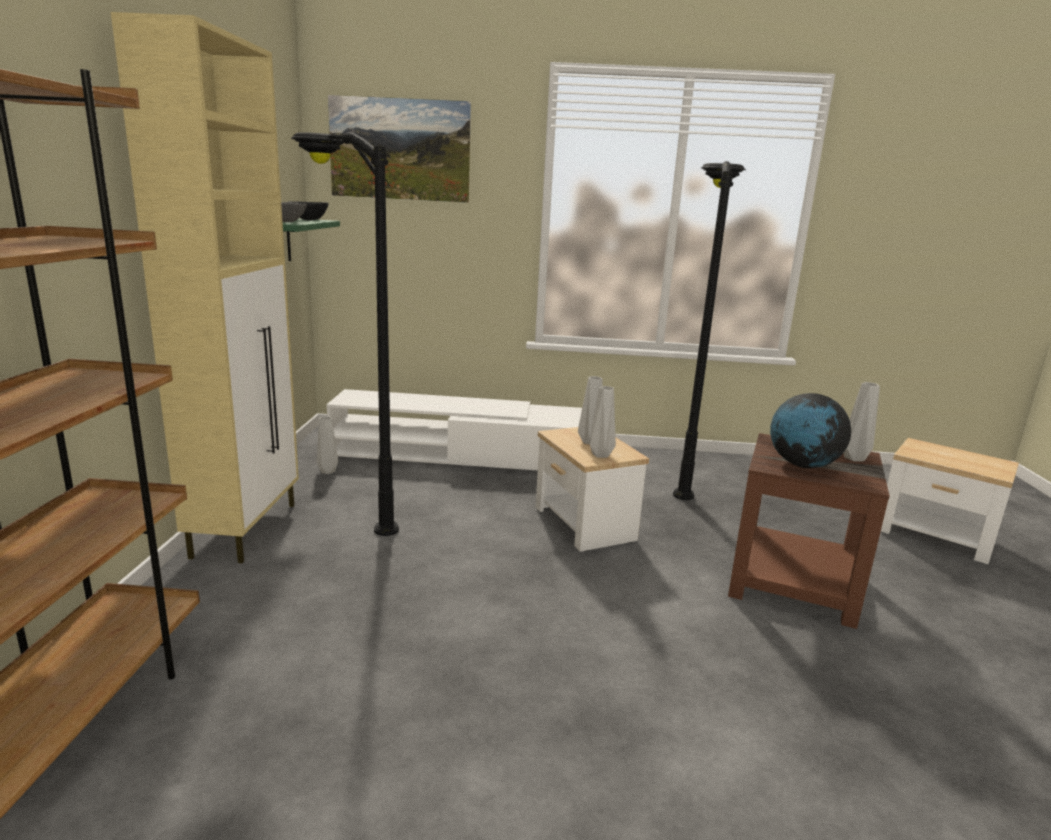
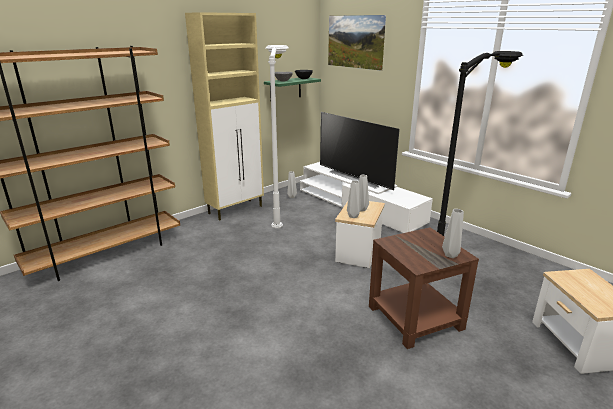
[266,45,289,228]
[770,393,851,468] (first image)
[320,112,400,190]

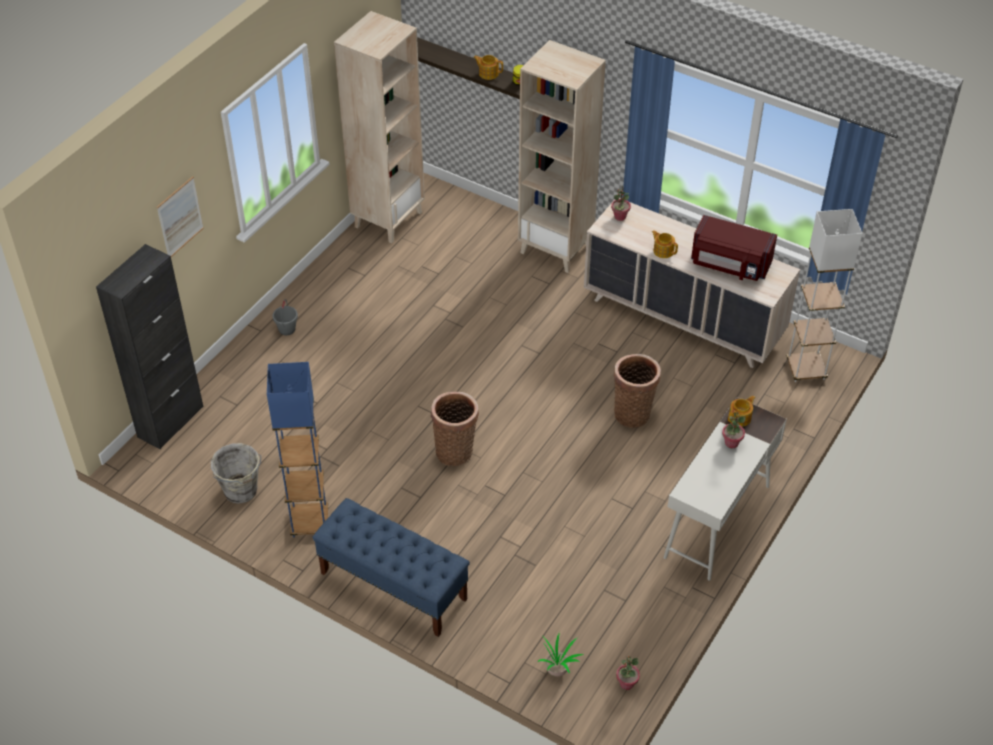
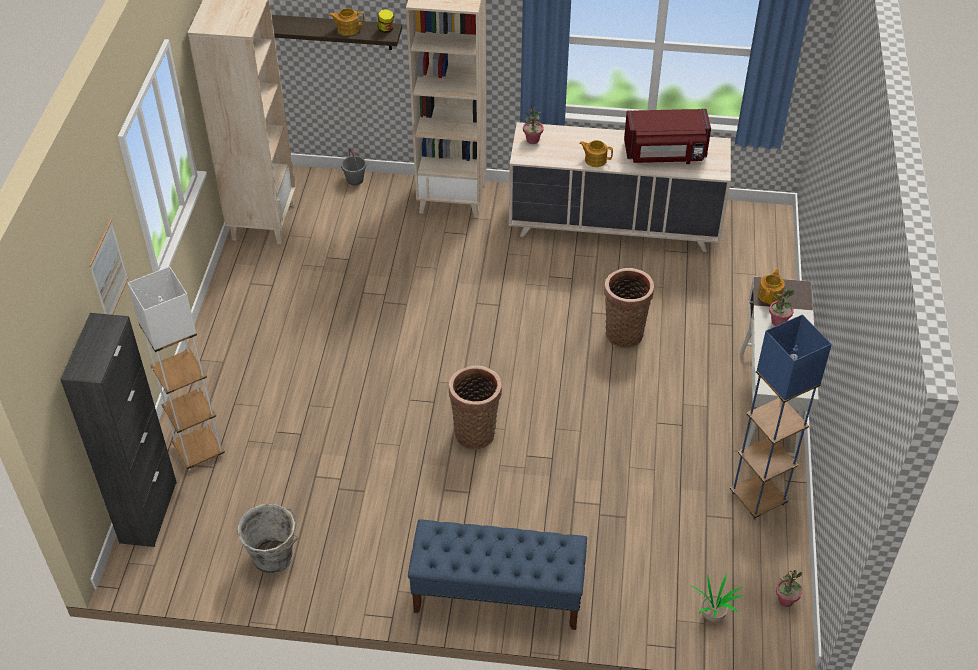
[730,314,832,520]
[341,148,366,185]
[128,266,225,471]

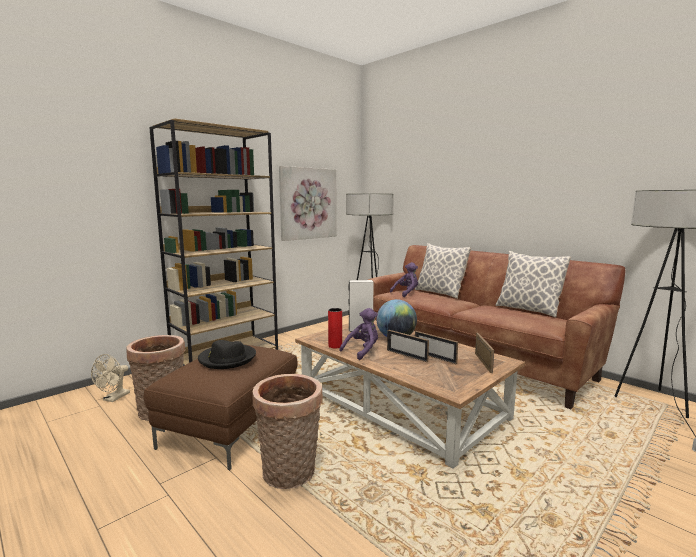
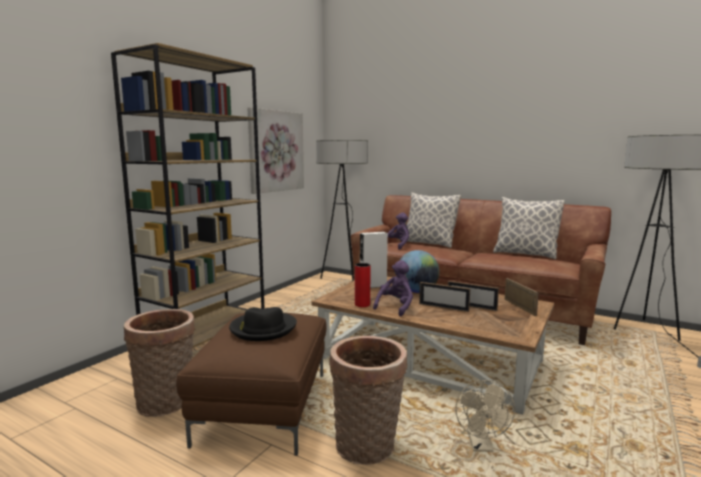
[455,380,515,452]

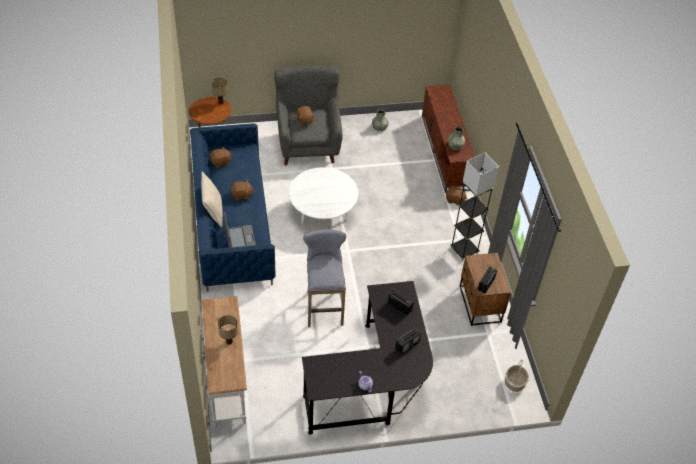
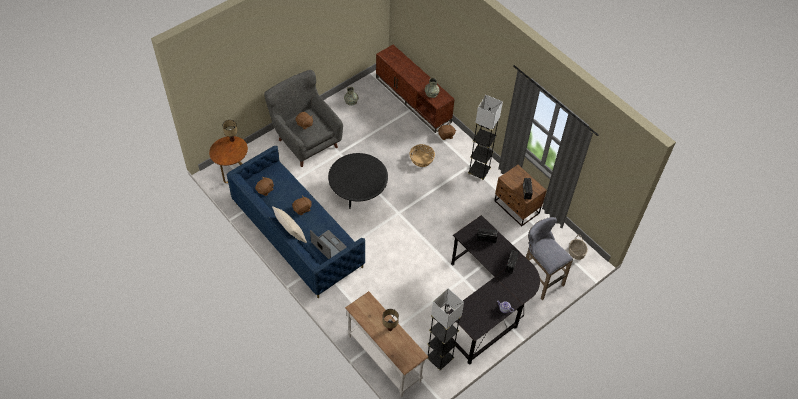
[328,153,388,209]
[526,217,573,300]
[410,144,435,167]
[427,288,464,371]

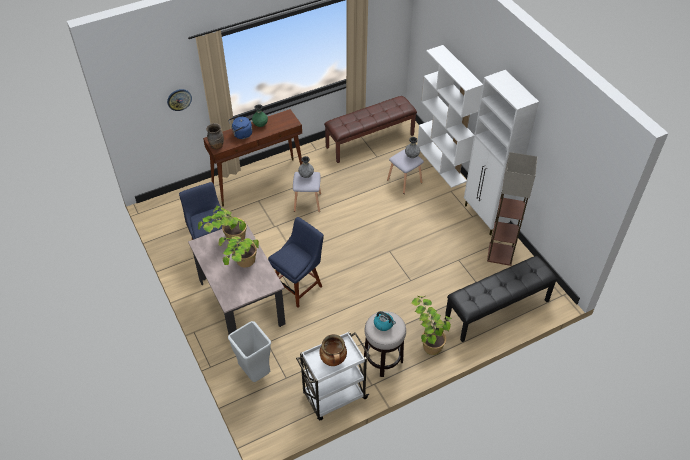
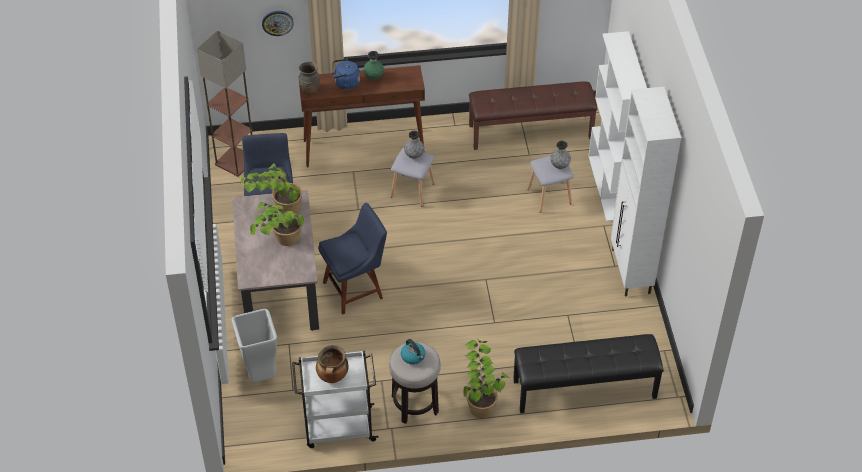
[197,30,252,177]

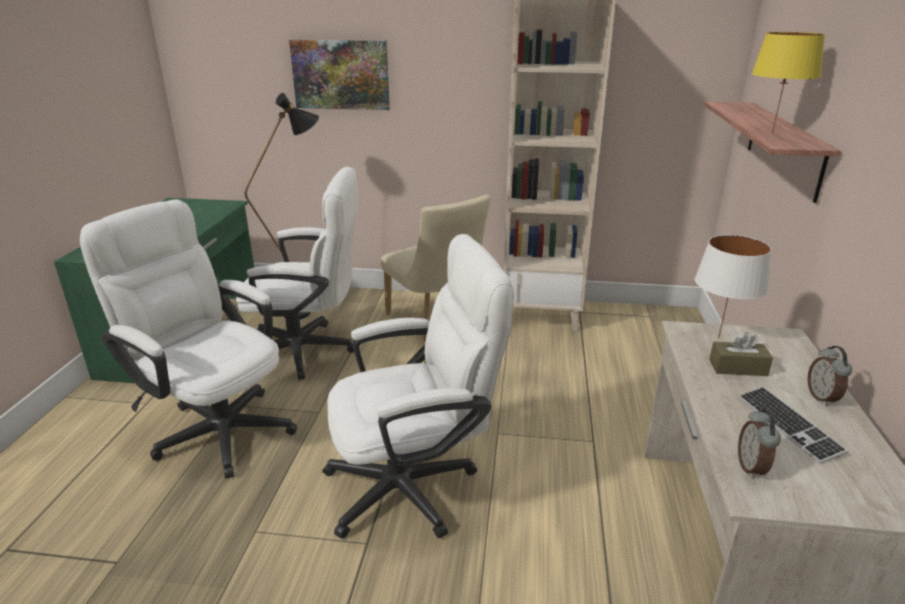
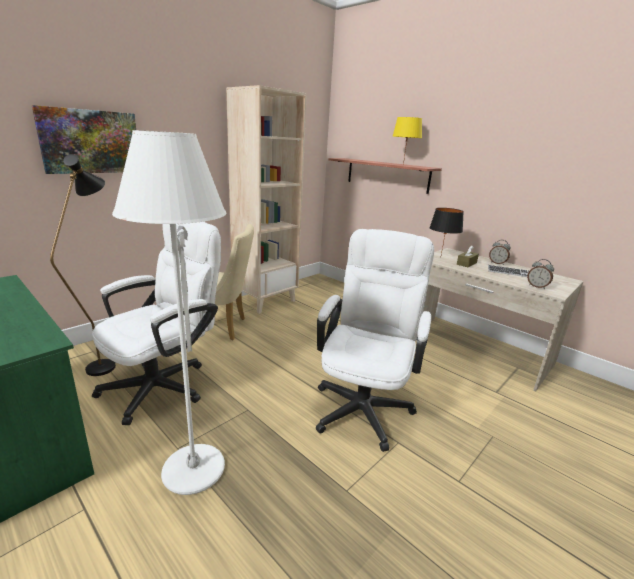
[112,130,227,495]
[429,208,464,258]

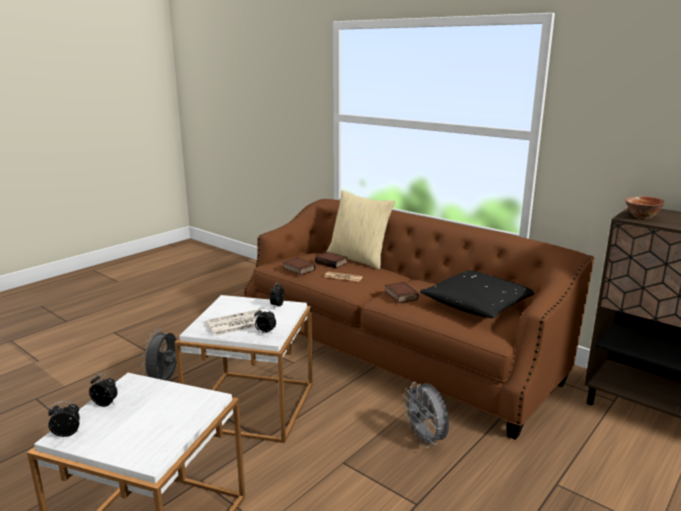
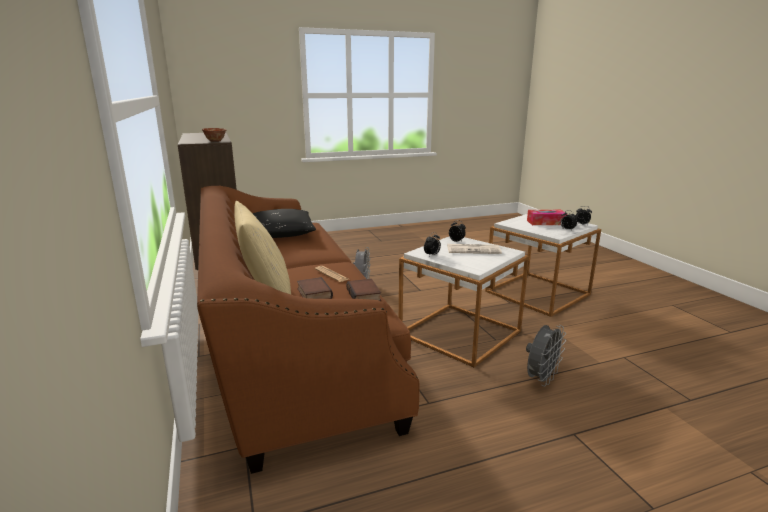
[385,282,419,303] (first image)
[527,210,567,225]

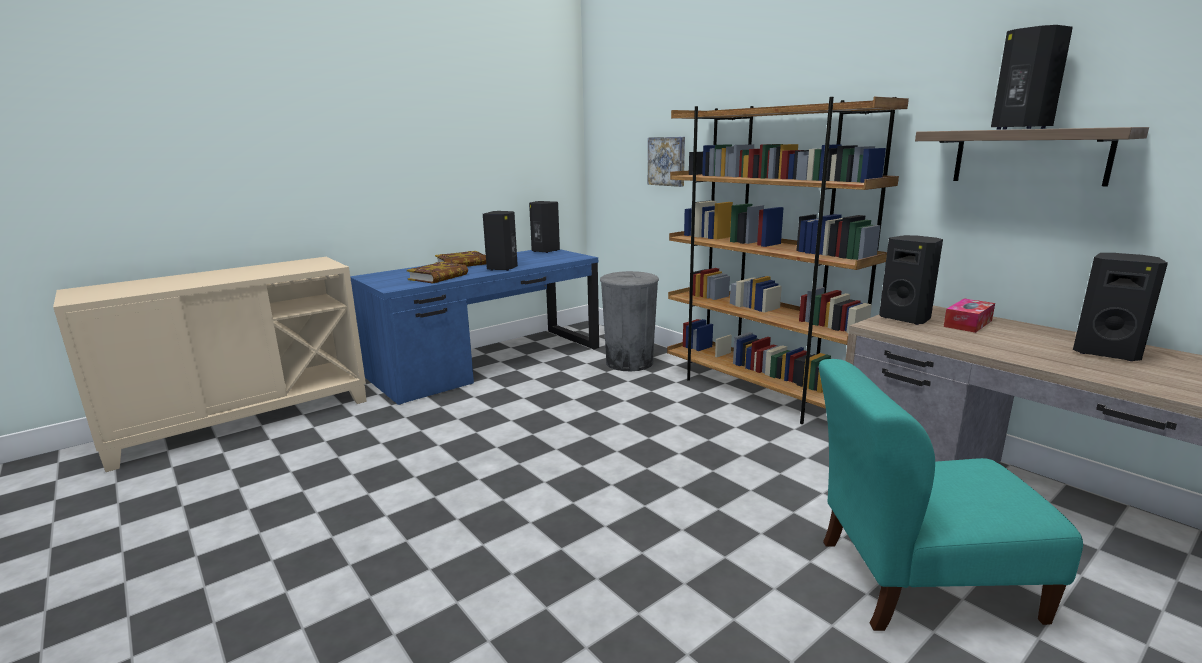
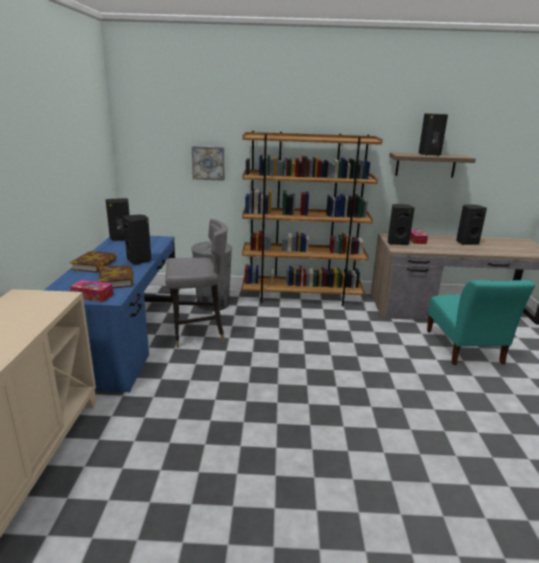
[427,280,535,365]
[70,280,113,302]
[165,219,228,348]

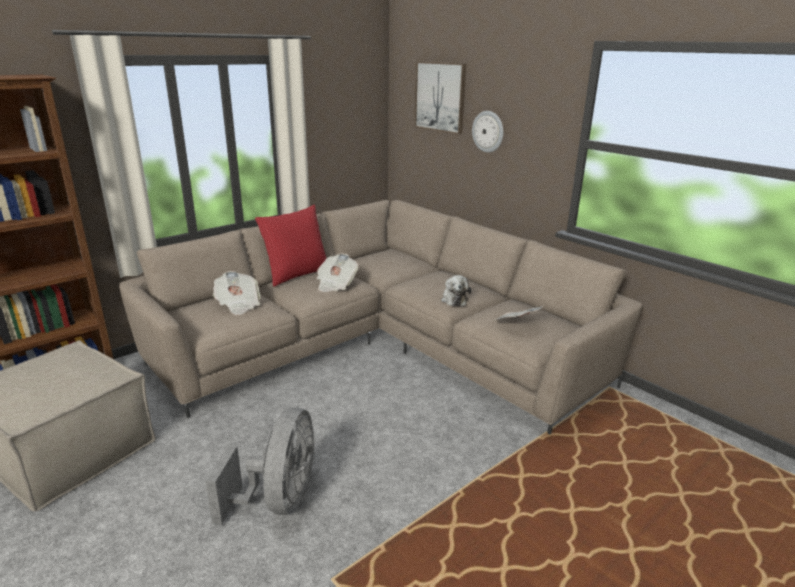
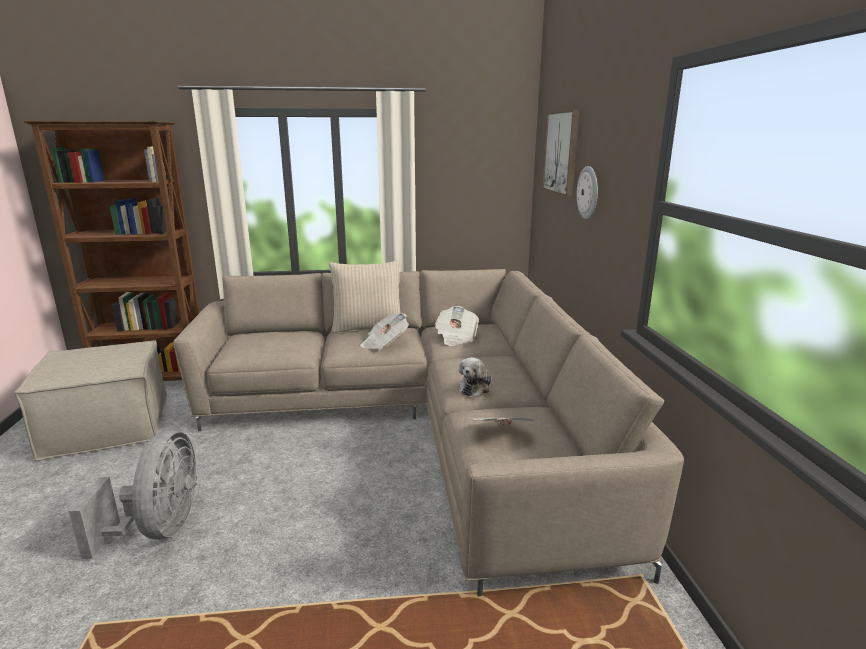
[69,430,197,559]
[435,306,479,346]
[329,260,401,333]

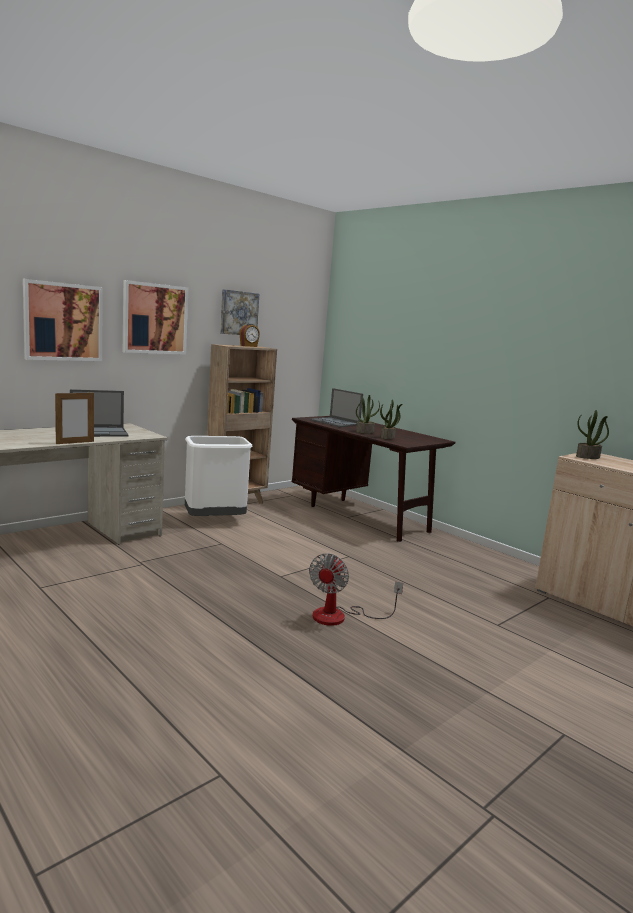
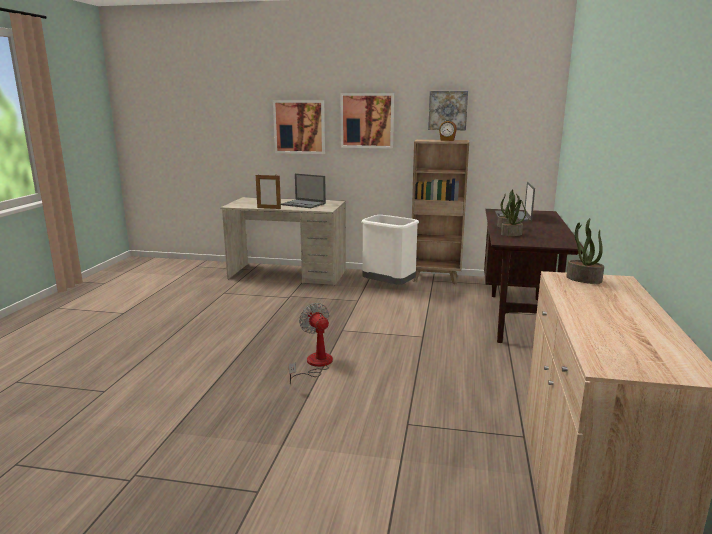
[289,303,333,384]

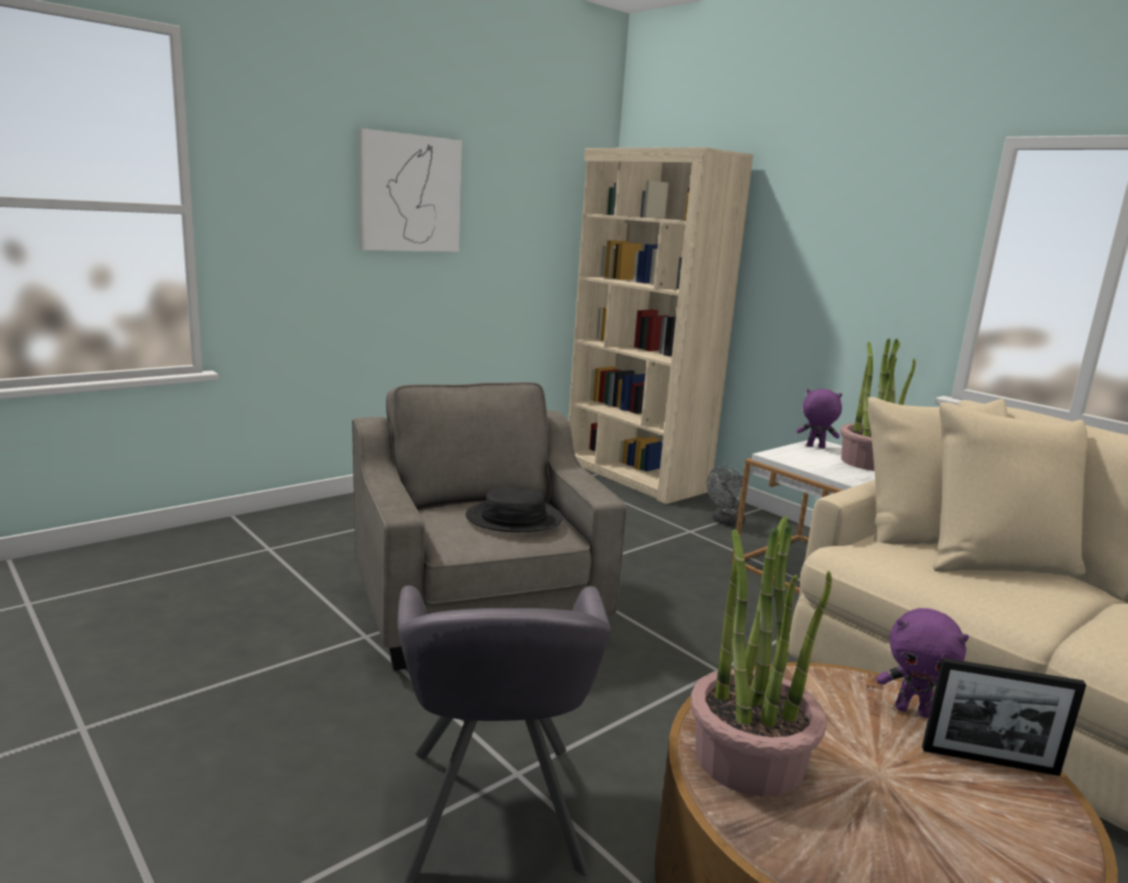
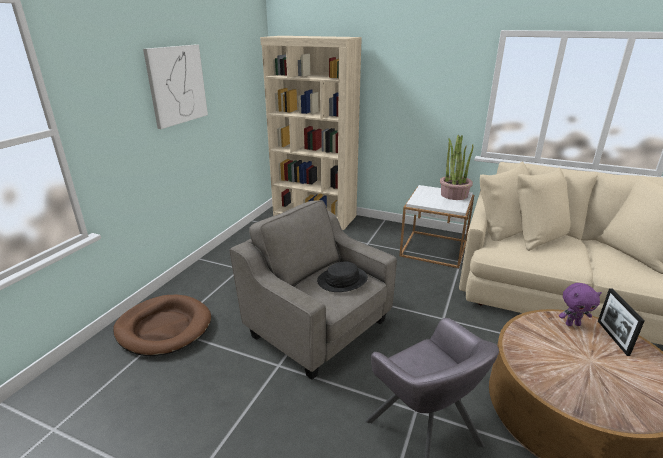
[691,516,832,797] (first image)
[706,466,745,526] (first image)
[797,389,842,448] (first image)
[598,288,644,356]
[113,295,211,356]

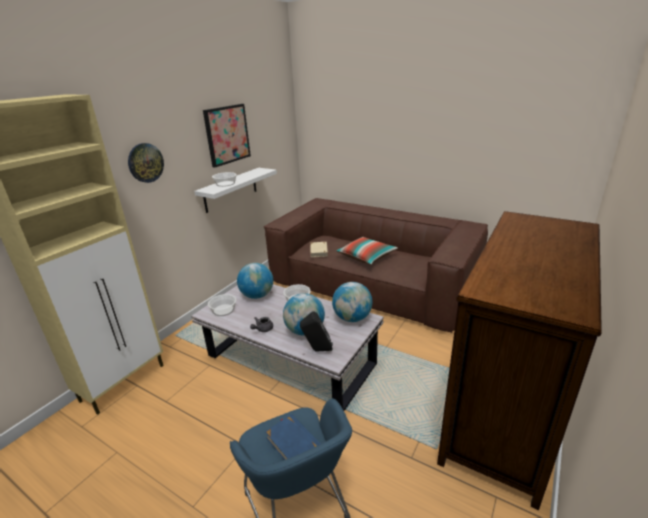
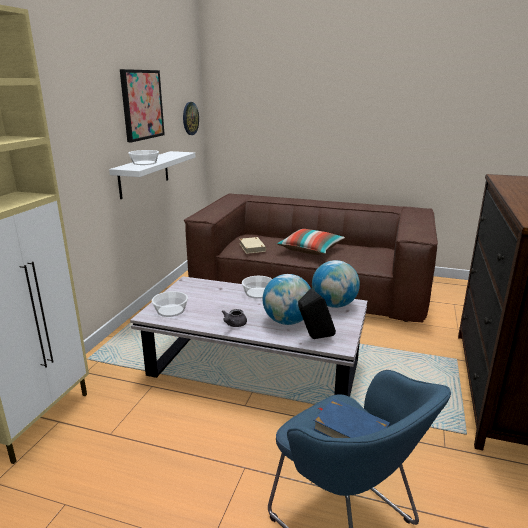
[183,102,199,135]
[237,263,273,299] (first image)

